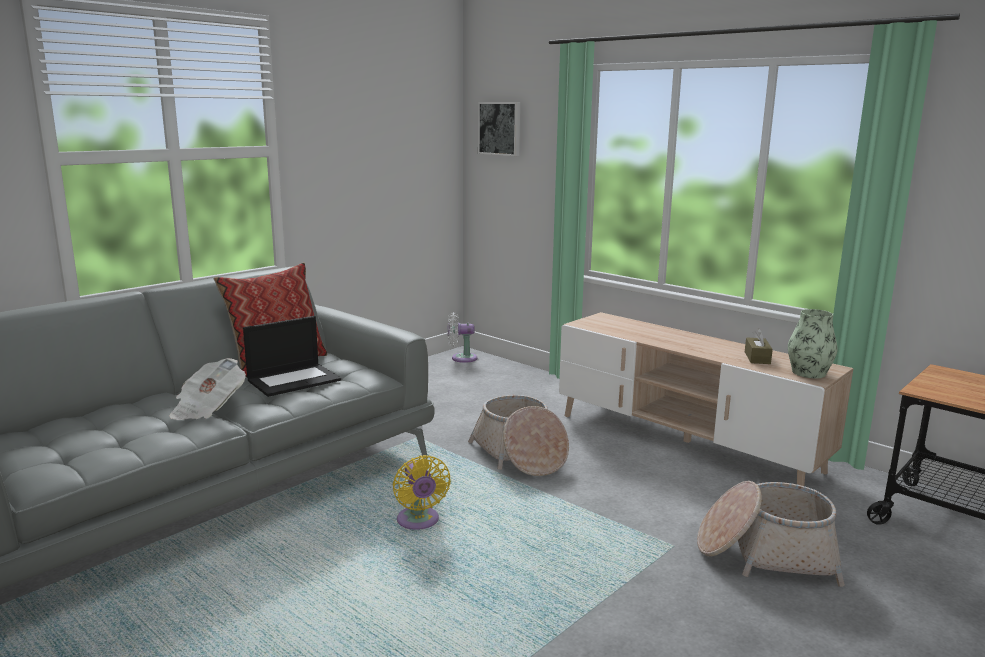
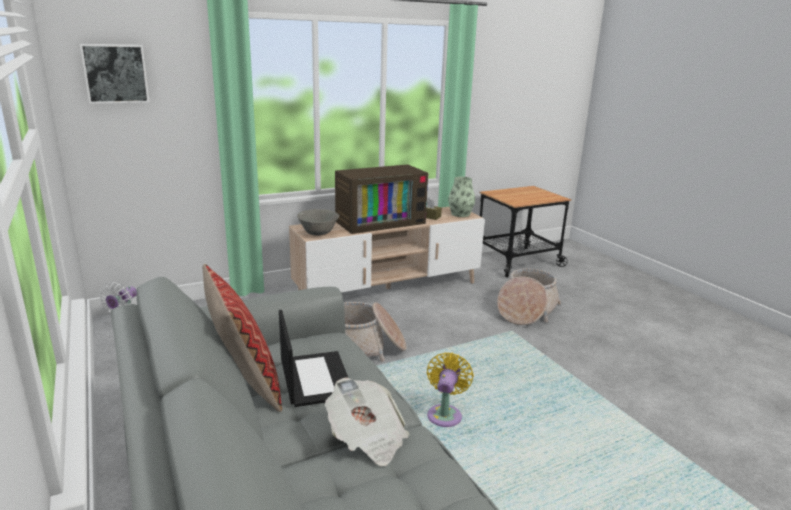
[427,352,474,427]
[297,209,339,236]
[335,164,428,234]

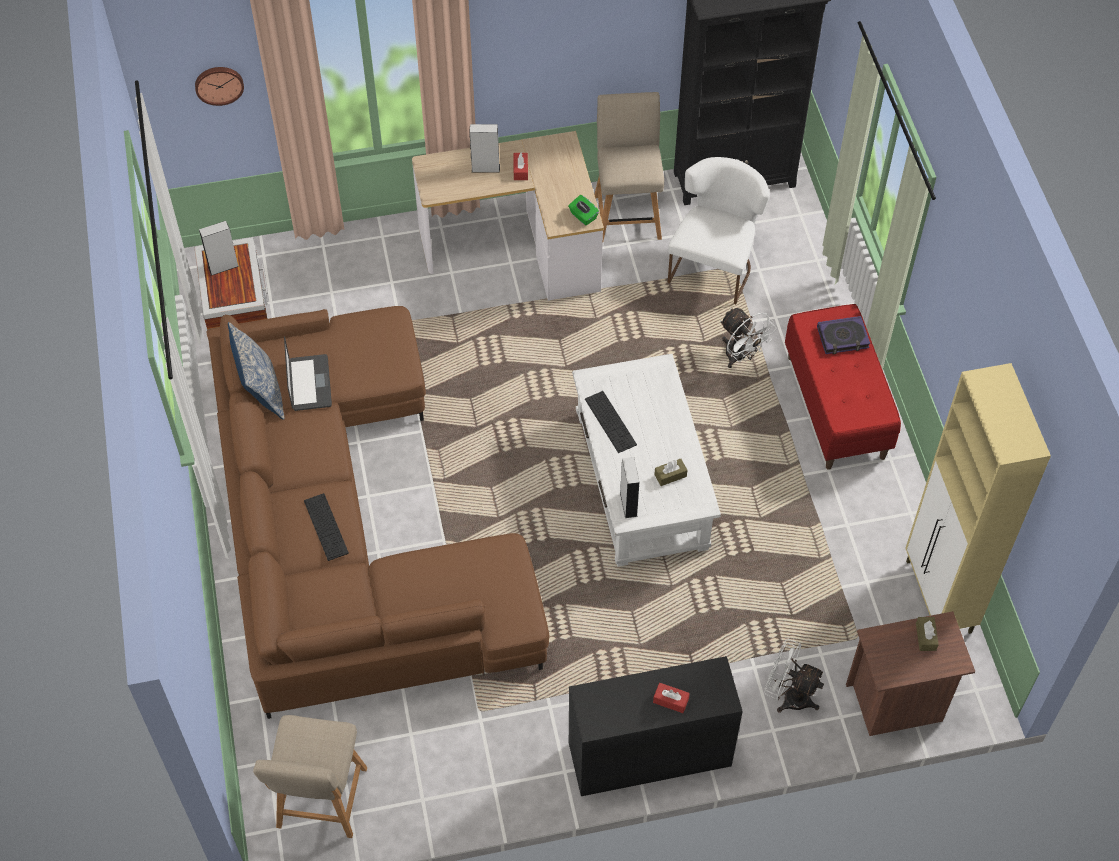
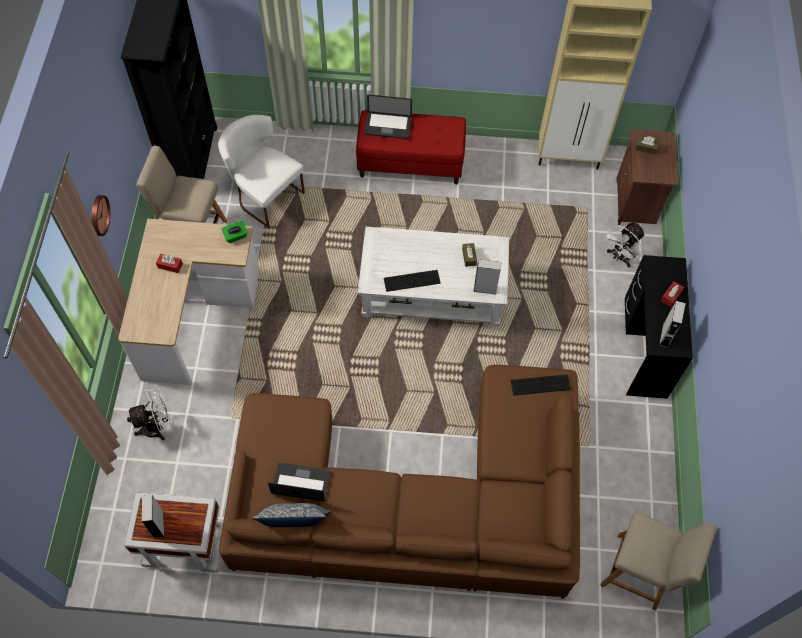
[91,195,110,236]
[511,375,571,396]
[659,301,686,348]
[127,388,172,440]
[364,95,412,139]

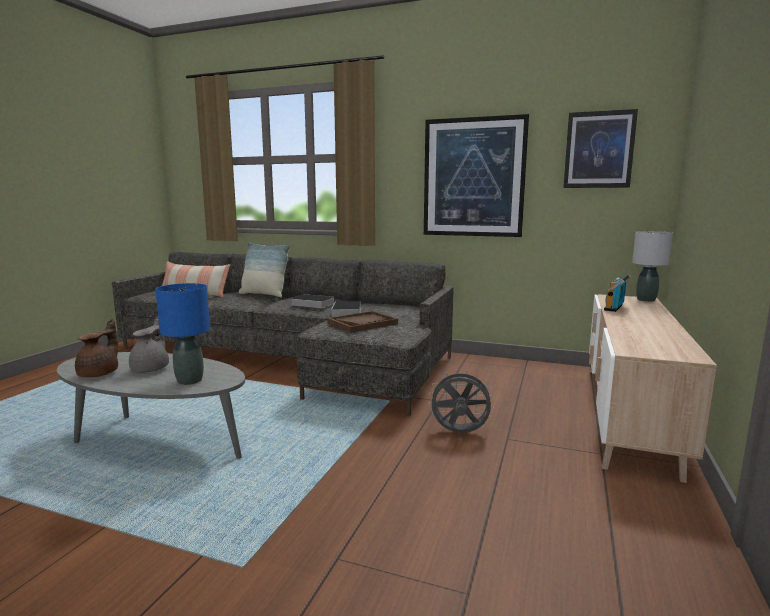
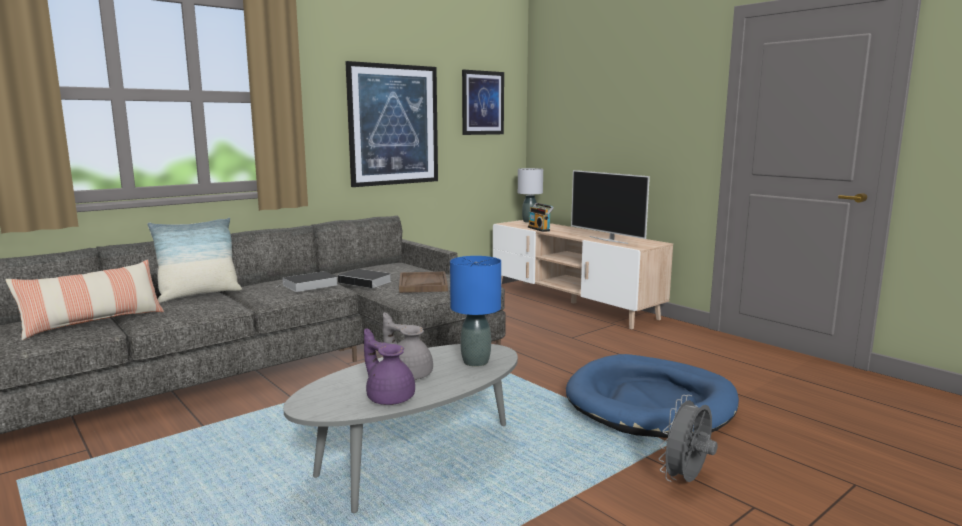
[364,328,415,405]
[659,395,718,482]
[566,354,739,438]
[571,170,650,244]

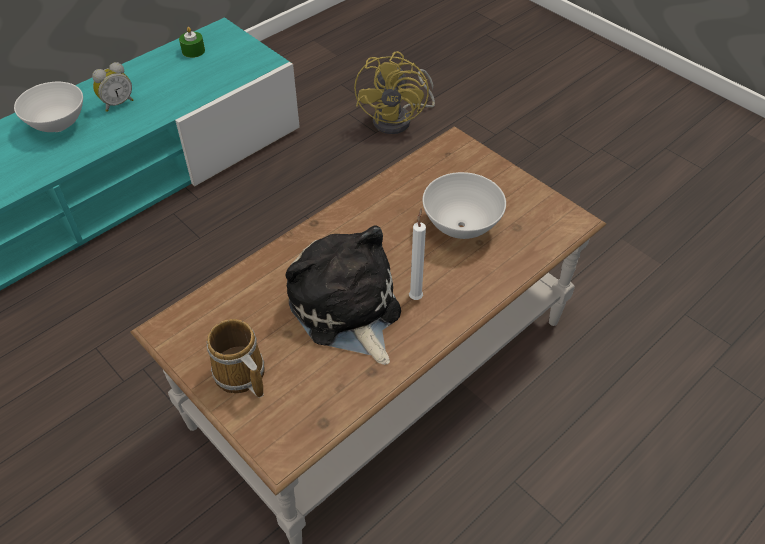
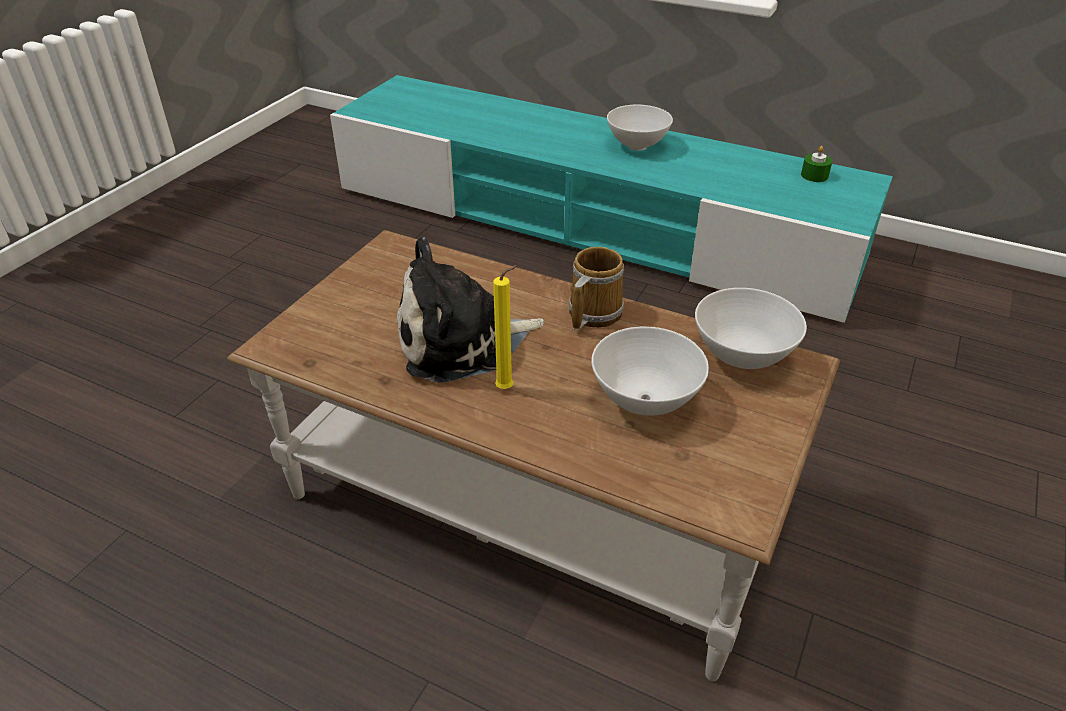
[92,62,133,112] (first image)
[569,247,624,330]
[397,237,544,383]
[354,51,435,134] (first image)
[493,265,518,389]
[695,288,807,369]

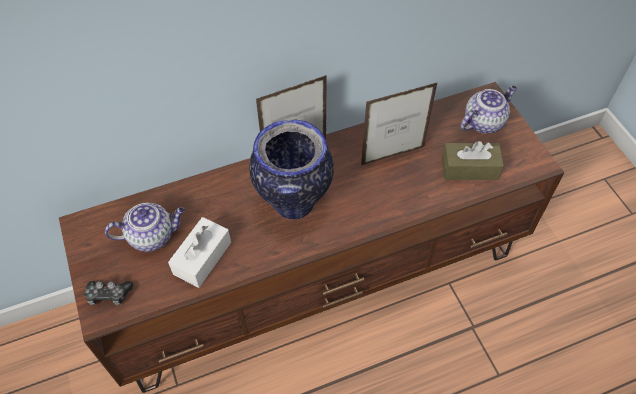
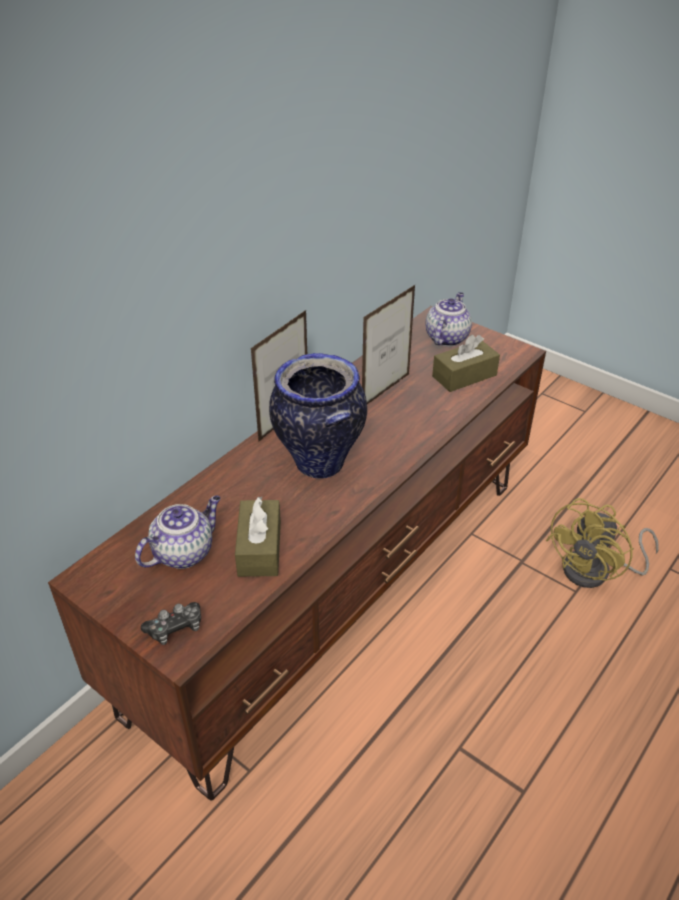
[235,497,281,577]
[546,498,659,588]

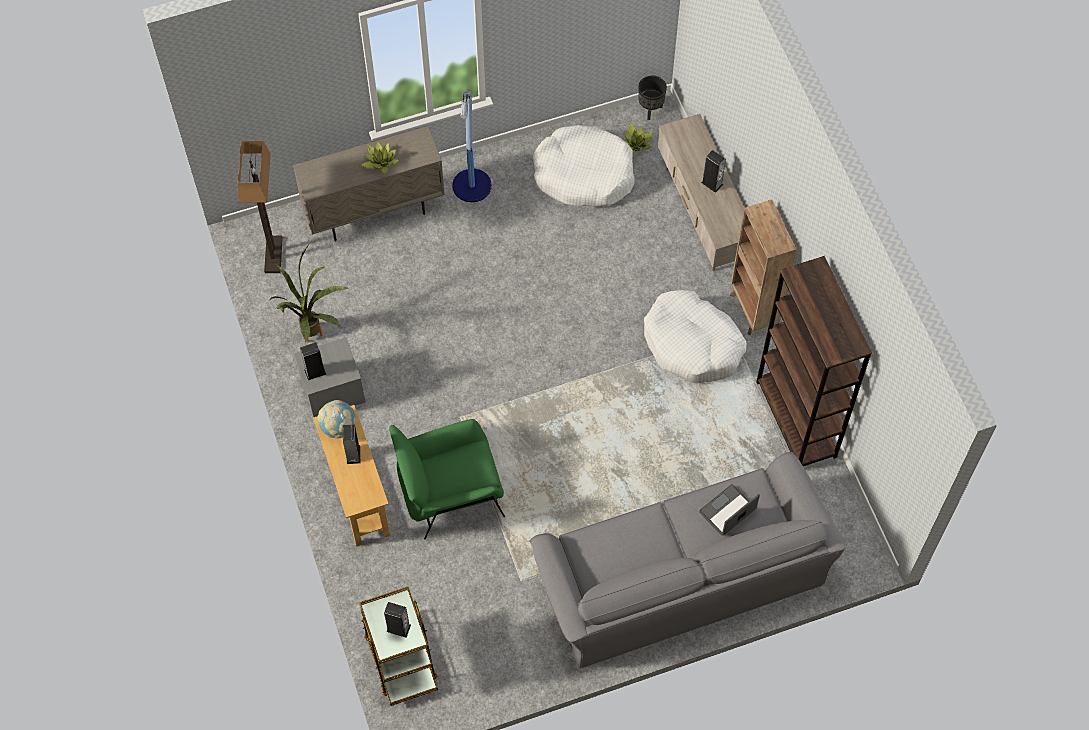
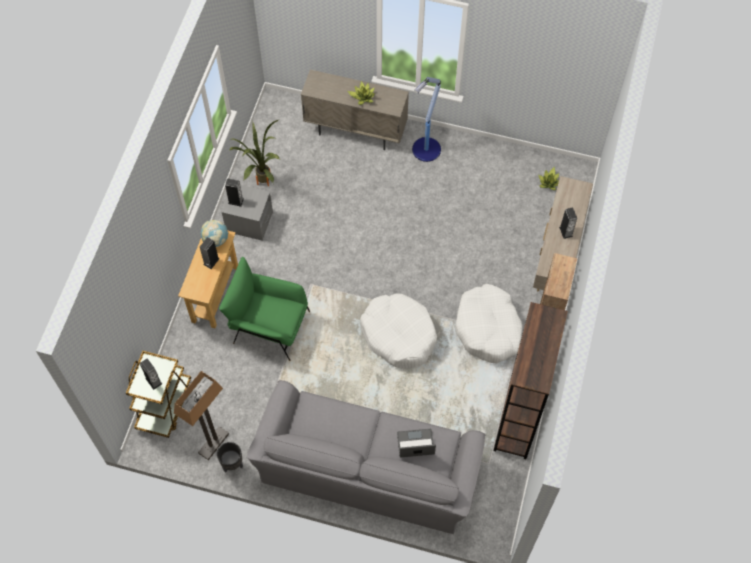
[174,371,229,460]
[360,294,437,369]
[217,442,243,472]

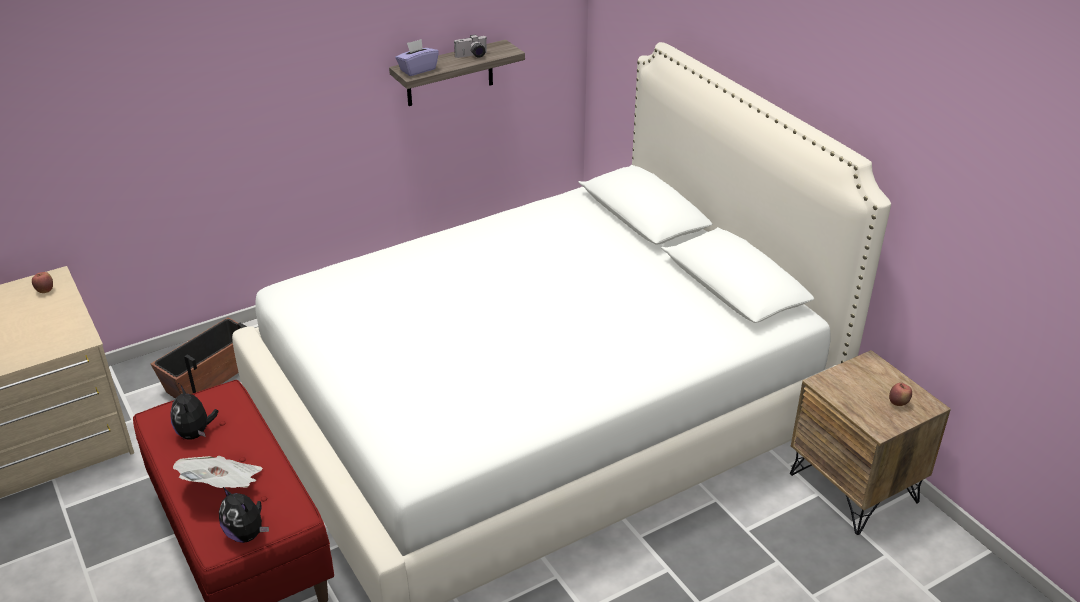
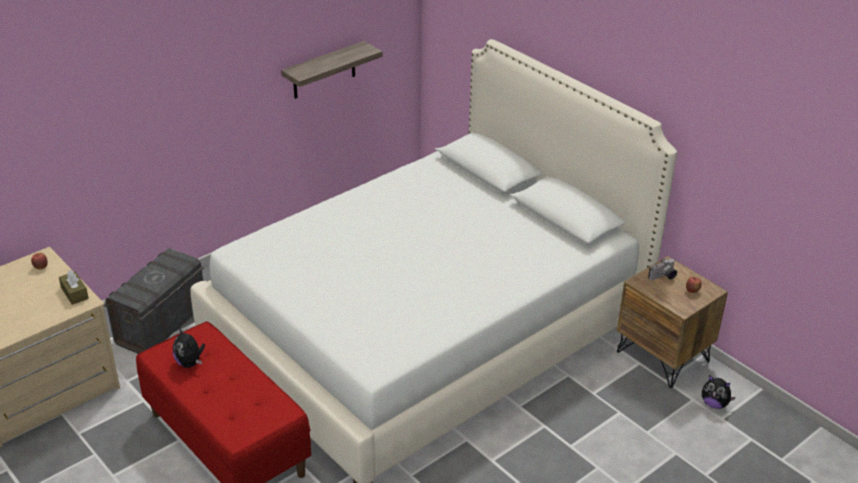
[104,248,204,354]
[173,456,263,488] (first image)
[702,375,735,409]
[396,39,439,76] (first image)
[648,259,677,280]
[59,270,89,305]

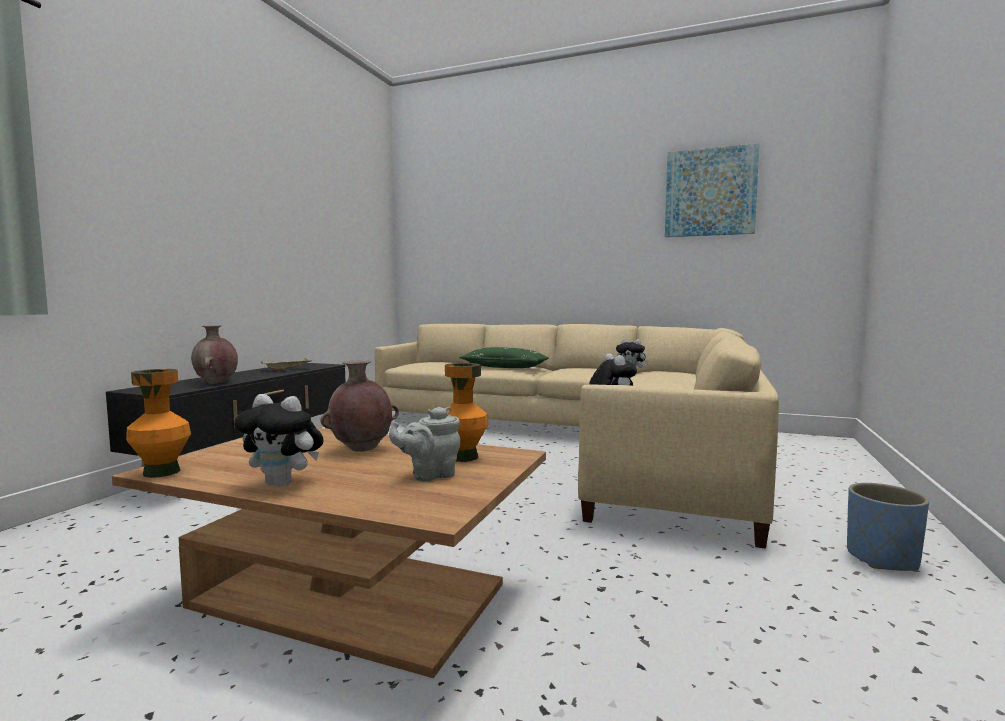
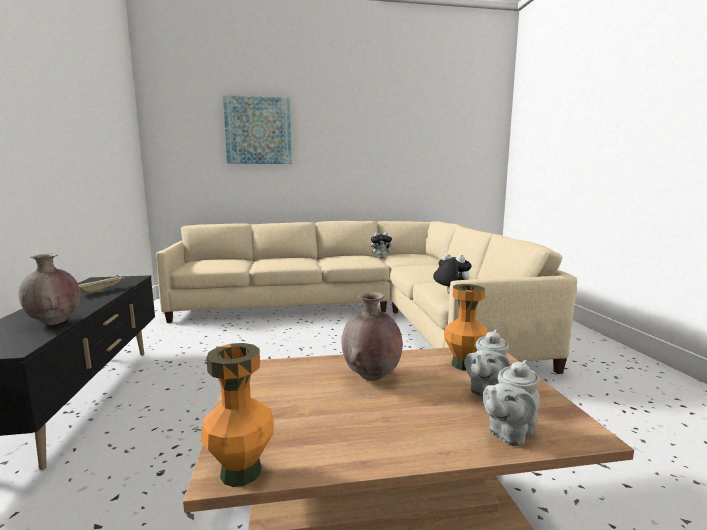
[234,394,324,487] (first image)
[460,347,549,368] (first image)
[223,95,292,164]
[847,483,929,571] (first image)
[483,360,540,446]

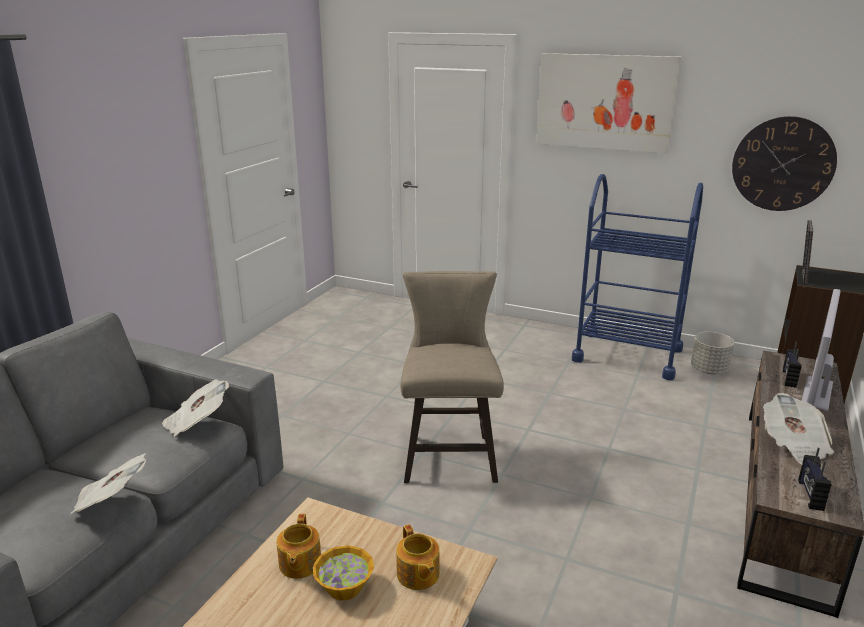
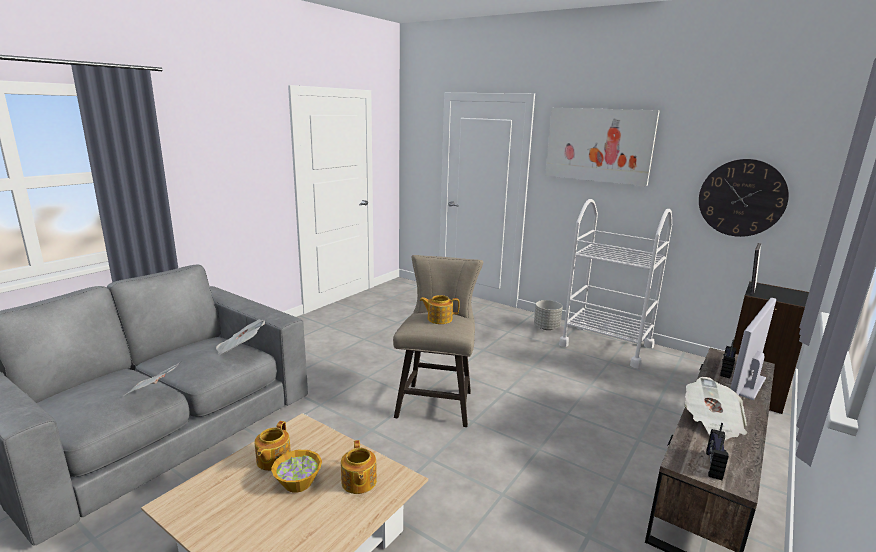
[559,199,672,368]
[534,300,563,330]
[420,295,460,324]

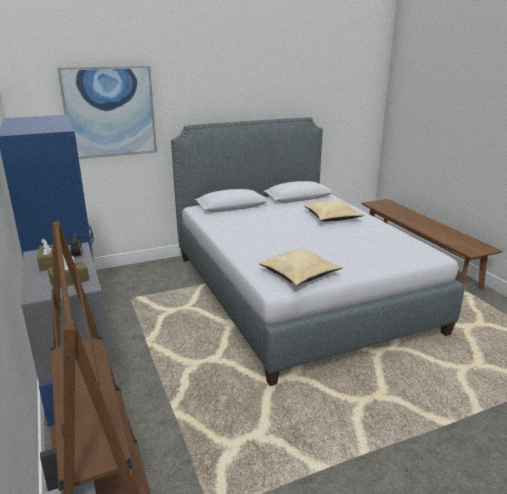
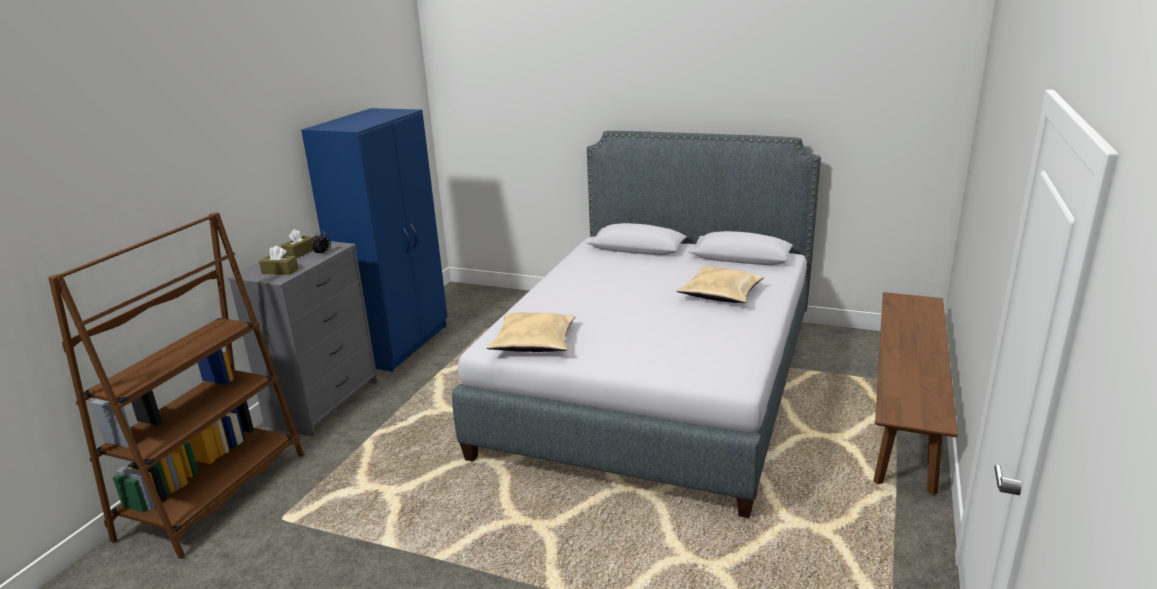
[57,66,157,159] (first image)

